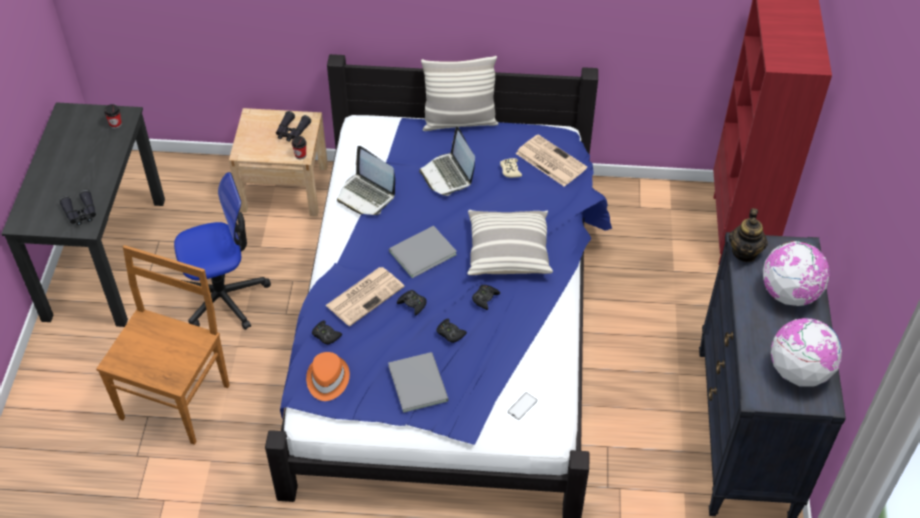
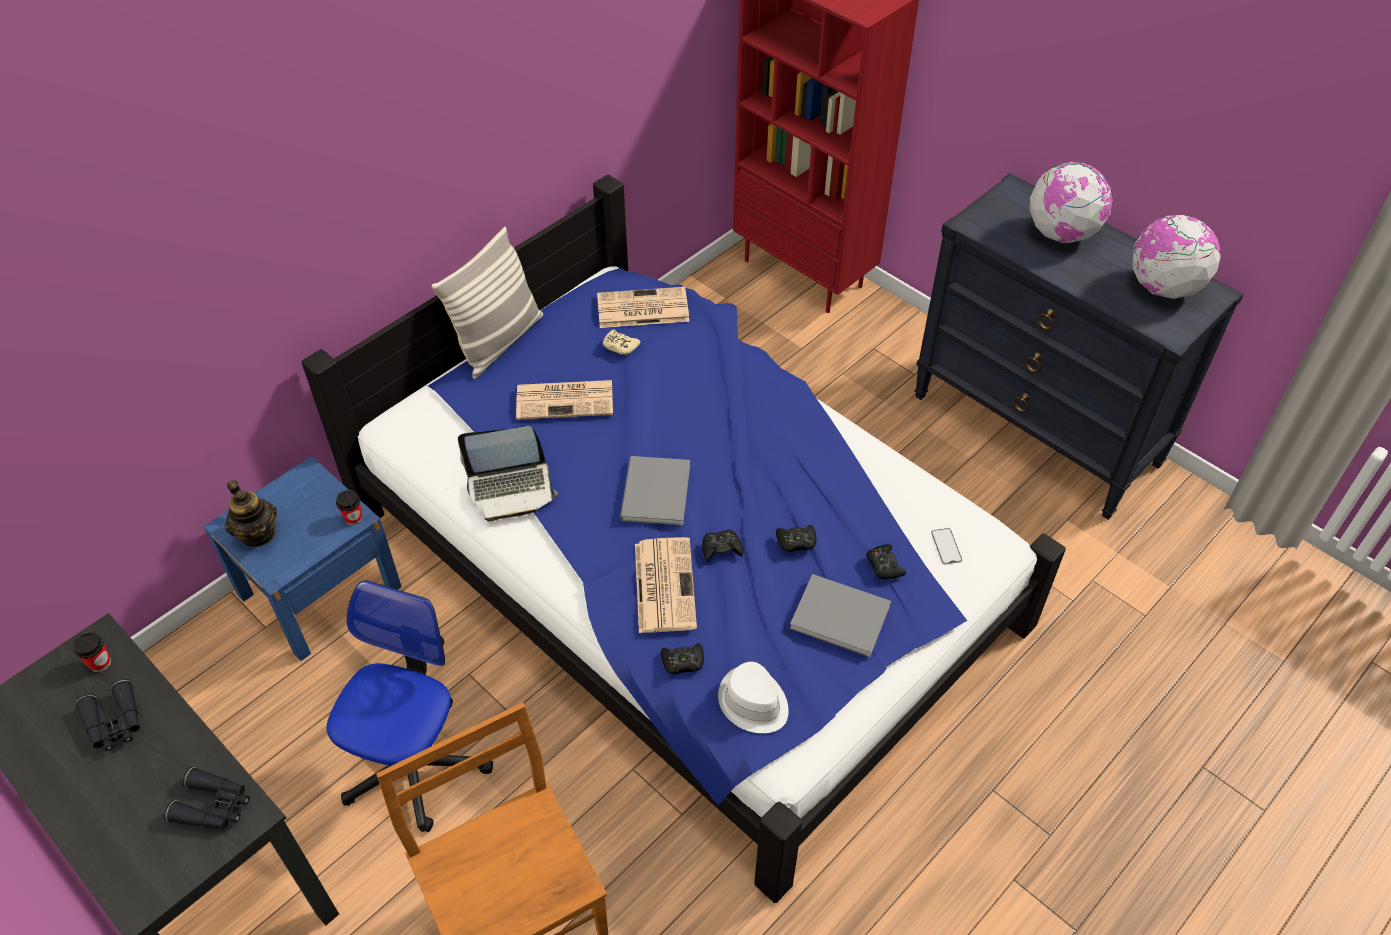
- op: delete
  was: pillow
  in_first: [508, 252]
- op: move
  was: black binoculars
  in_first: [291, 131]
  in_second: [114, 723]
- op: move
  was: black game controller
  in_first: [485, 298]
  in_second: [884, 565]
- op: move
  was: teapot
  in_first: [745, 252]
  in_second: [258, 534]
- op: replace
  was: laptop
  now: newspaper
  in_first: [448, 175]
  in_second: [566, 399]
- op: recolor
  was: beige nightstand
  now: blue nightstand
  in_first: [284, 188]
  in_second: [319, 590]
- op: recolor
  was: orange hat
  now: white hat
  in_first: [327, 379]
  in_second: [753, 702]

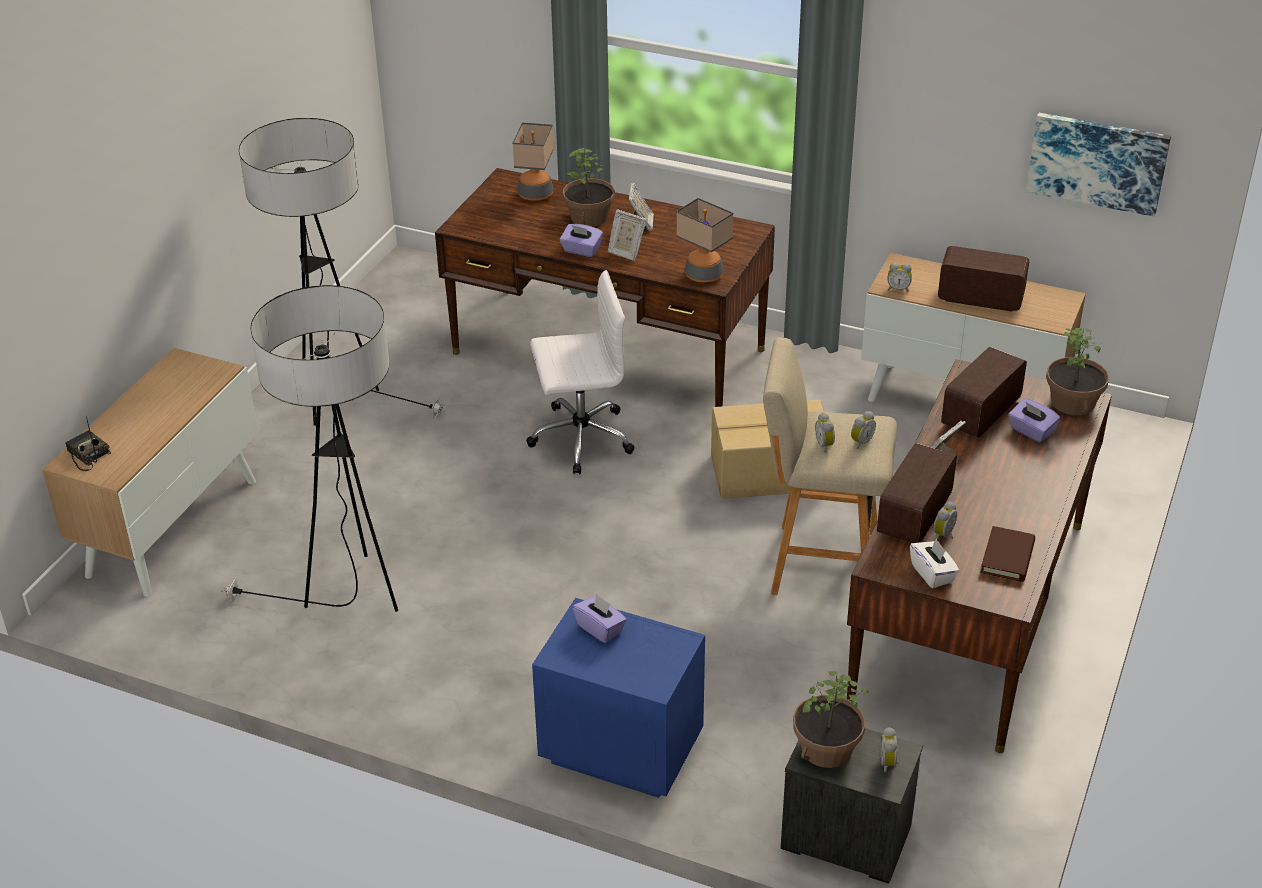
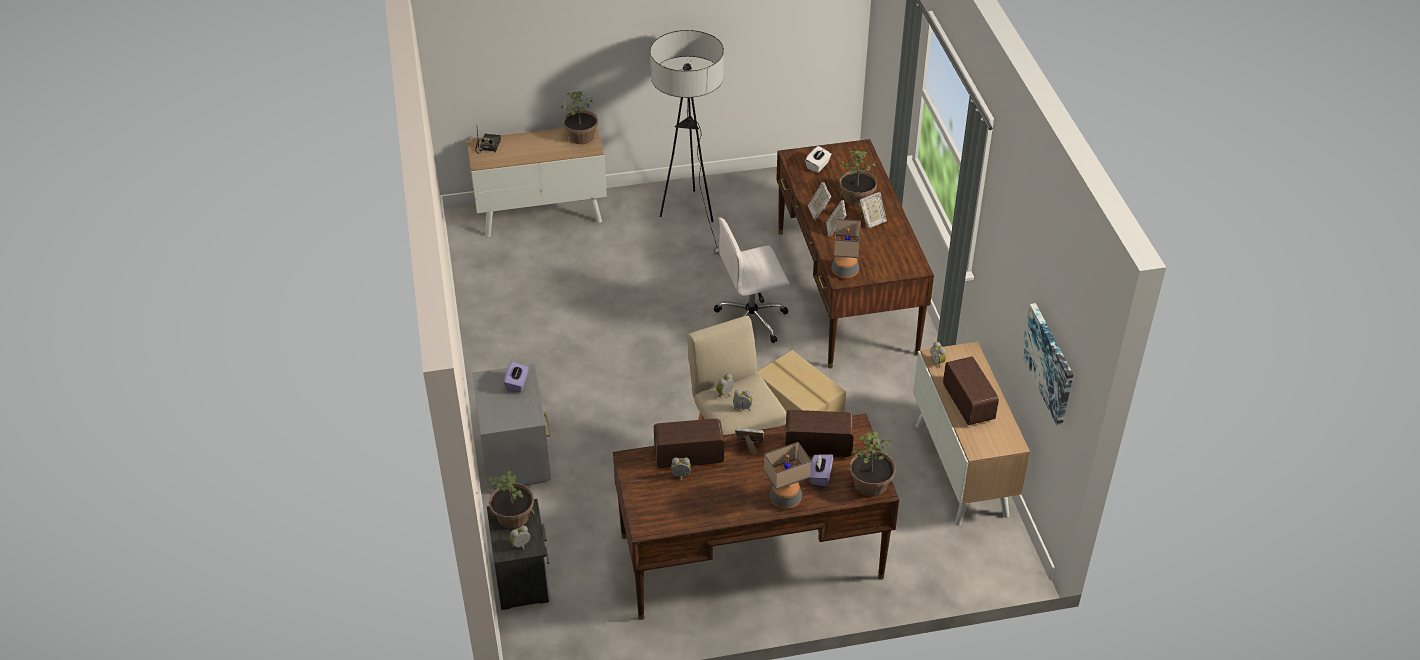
- op: delete
  was: floor lamp
  in_first: [350, 597]
- op: delete
  was: brown book
  in_first: [1007, 557]
- op: insert
  now: potted plant
  in_second: [581, 137]
- op: move
  was: table lamp
  in_first: [535, 194]
  in_second: [786, 498]
- op: move
  was: white tissue box
  in_first: [932, 574]
  in_second: [818, 166]
- op: replace
  was: purple tissue box
  now: picture frame
  in_first: [581, 250]
  in_second: [818, 212]
- op: recolor
  was: blue nightstand
  now: grey nightstand
  in_first: [620, 749]
  in_second: [517, 458]
- op: rotate
  was: white office chair
  in_first: [579, 438]
  in_second: [752, 319]
  clockwise: 120

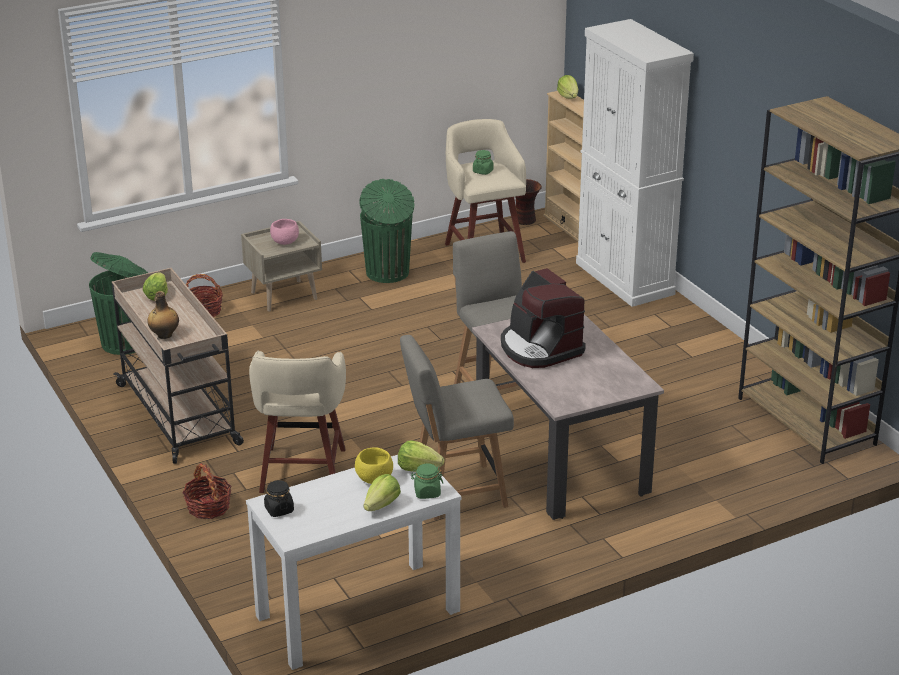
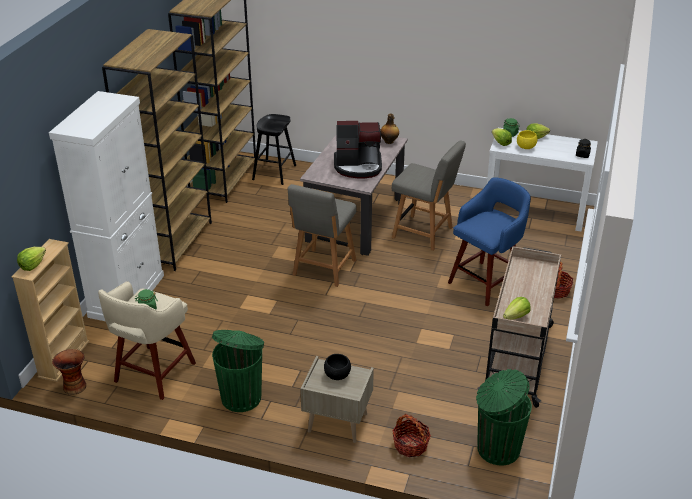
- op: insert
  now: brown bookcase
  in_second: [173, 242]
- op: insert
  now: black stool
  in_second: [274, 172]
- op: move
  was: bottle
  in_first: [164, 335]
  in_second: [389, 142]
- op: recolor
  was: beige stool
  now: blue stool
  in_first: [302, 472]
  in_second: [486, 282]
- op: recolor
  was: pink bowl
  now: black bowl
  in_first: [285, 242]
  in_second: [337, 376]
- op: rotate
  was: coffee machine
  in_first: [539, 348]
  in_second: [358, 166]
  clockwise: 75

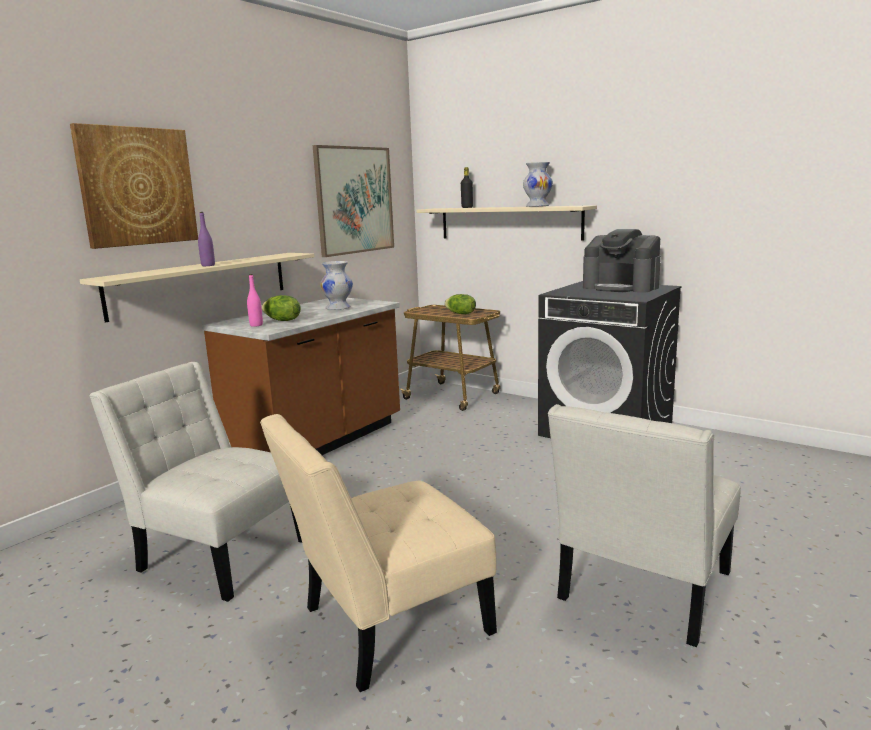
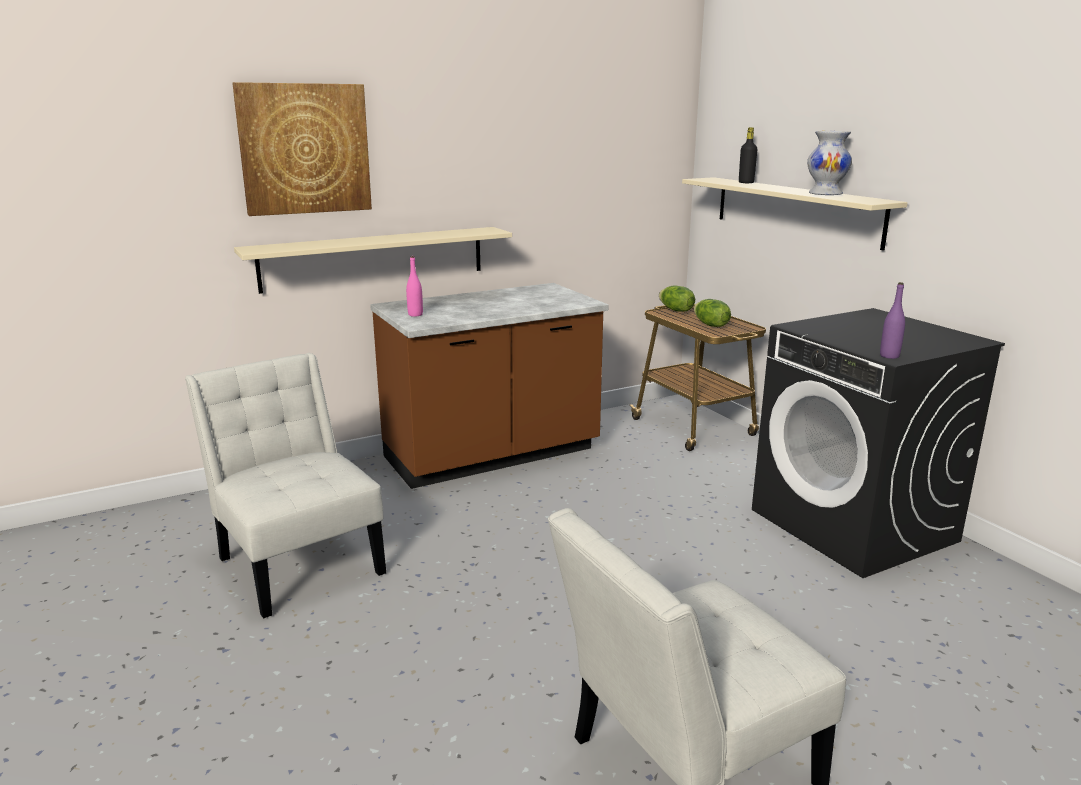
- op: delete
  was: beige chair
  in_first: [386, 625]
- op: delete
  was: picture
  in_first: [354, 200]
- op: delete
  was: white vase
  in_first: [338, 308]
- op: delete
  was: coffee machine
  in_first: [621, 287]
- op: move
  was: purple bottle
  in_first: [208, 265]
  in_second: [889, 356]
- op: move
  was: lettuce
  in_first: [282, 320]
  in_second: [675, 310]

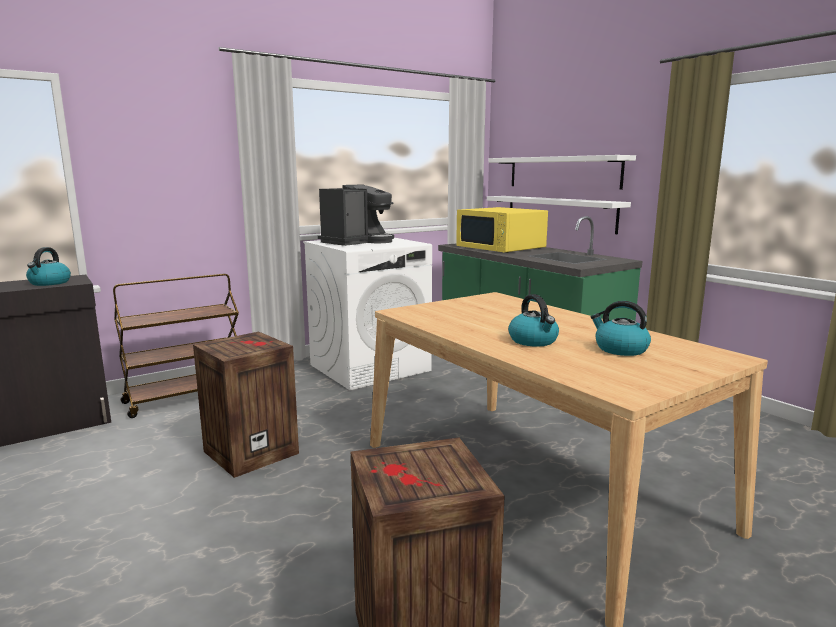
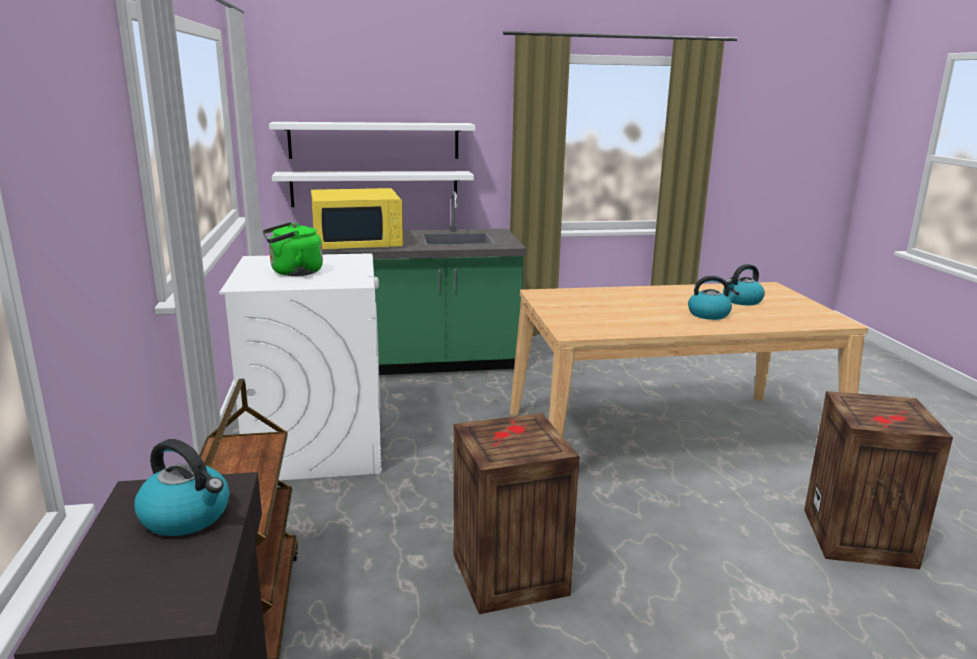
- op: replace
  was: coffee machine
  now: green kettle
  in_first: [357, 242]
  in_second: [293, 272]

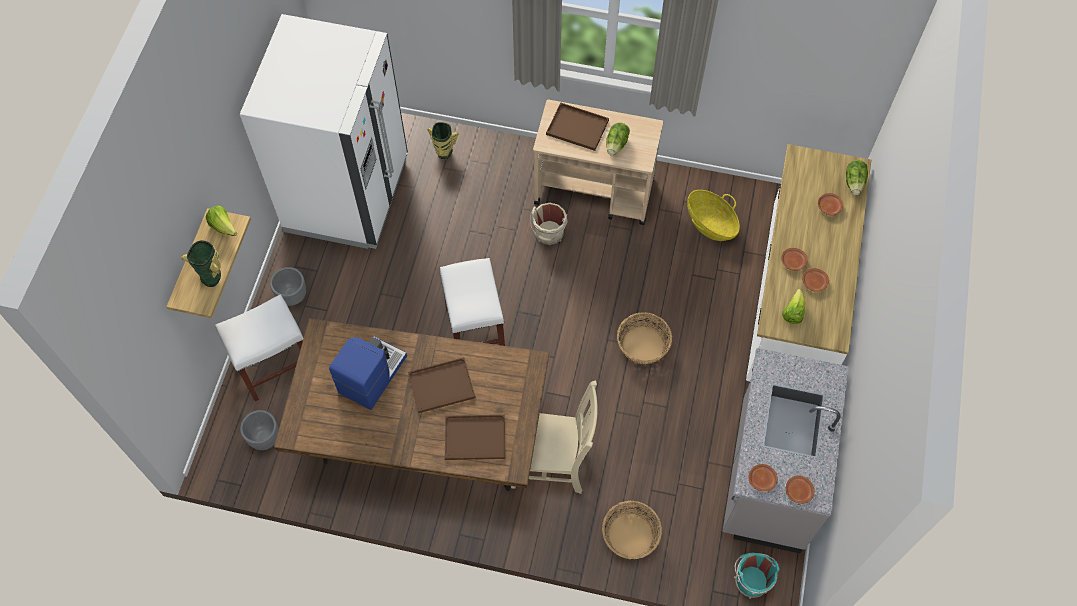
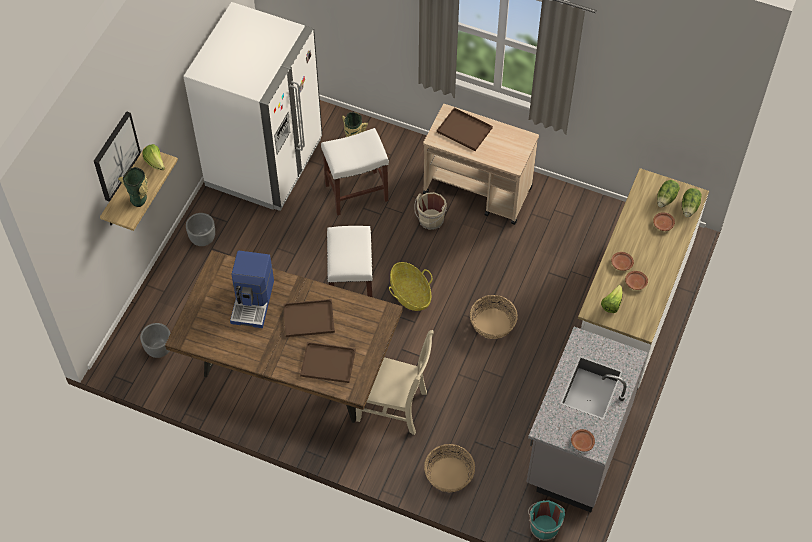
- op: delete
  was: brown plate
  in_first: [762, 479]
- op: insert
  now: picture
  in_second: [115, 156]
- op: move
  was: white stool
  in_first: [276, 366]
  in_second: [357, 192]
- op: move
  was: lettuce
  in_first: [617, 144]
  in_second: [666, 198]
- op: move
  was: basket
  in_first: [710, 223]
  in_second: [410, 294]
- op: rotate
  was: coffee machine
  in_first: [371, 374]
  in_second: [253, 301]
  clockwise: 150

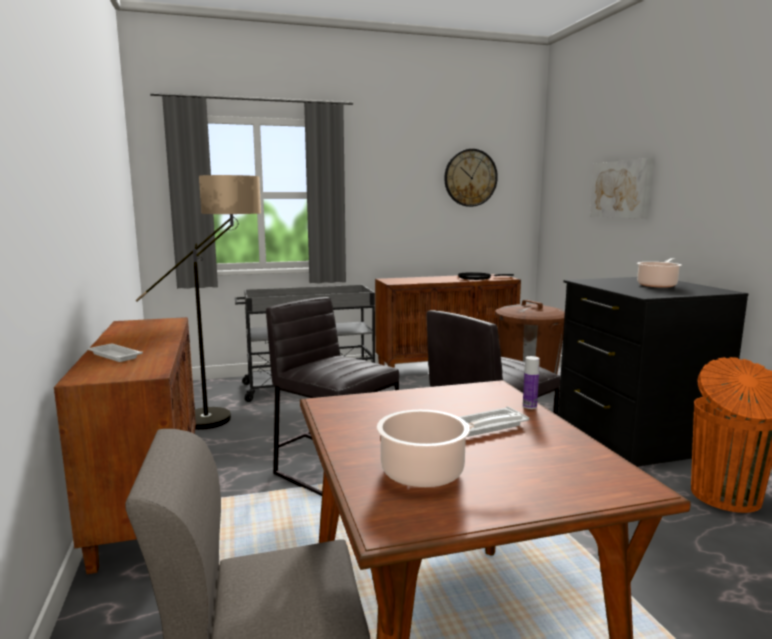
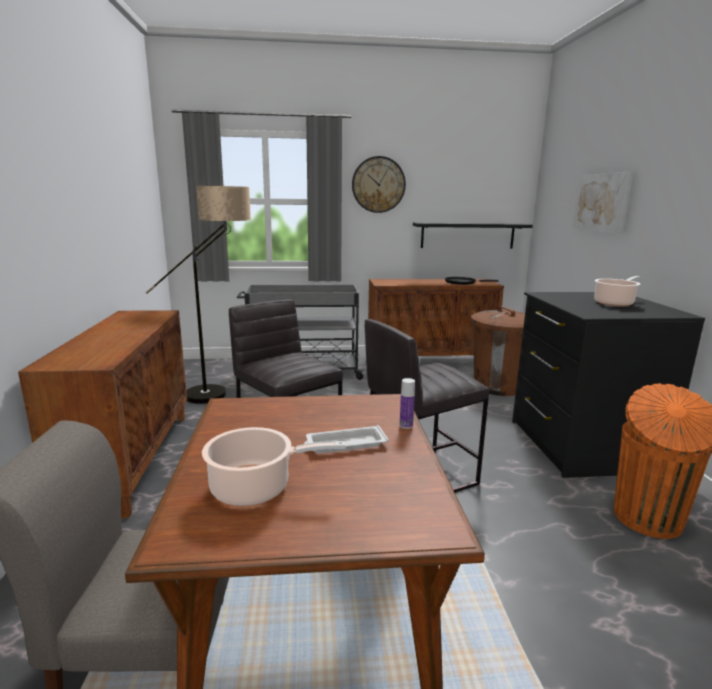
- op: delete
  was: white tray
  in_first: [114, 356]
- op: insert
  now: black shelf
  in_second: [467, 235]
- op: move
  was: wall clock
  in_first: [470, 178]
  in_second: [378, 184]

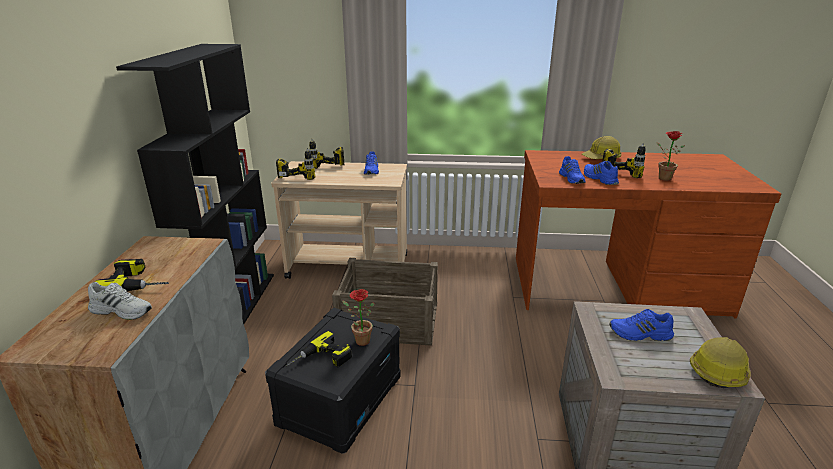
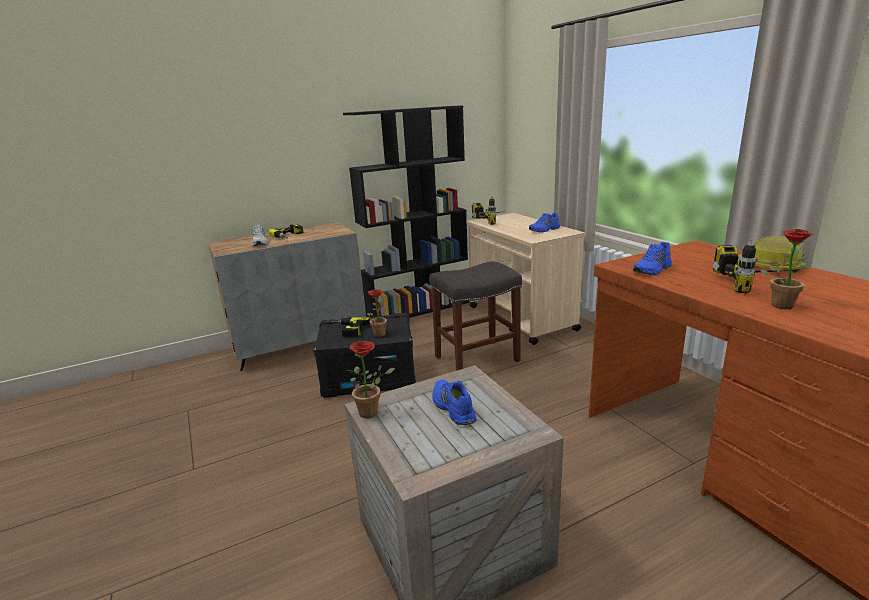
- op: delete
  was: power drill
  in_first: [327, 171]
- op: delete
  was: blue shoe
  in_first: [599, 178]
- op: delete
  was: hard hat
  in_first: [719, 370]
- op: insert
  now: potted plant
  in_second: [373, 412]
- op: replace
  was: crate
  now: grey stool
  in_first: [389, 320]
  in_second: [476, 359]

